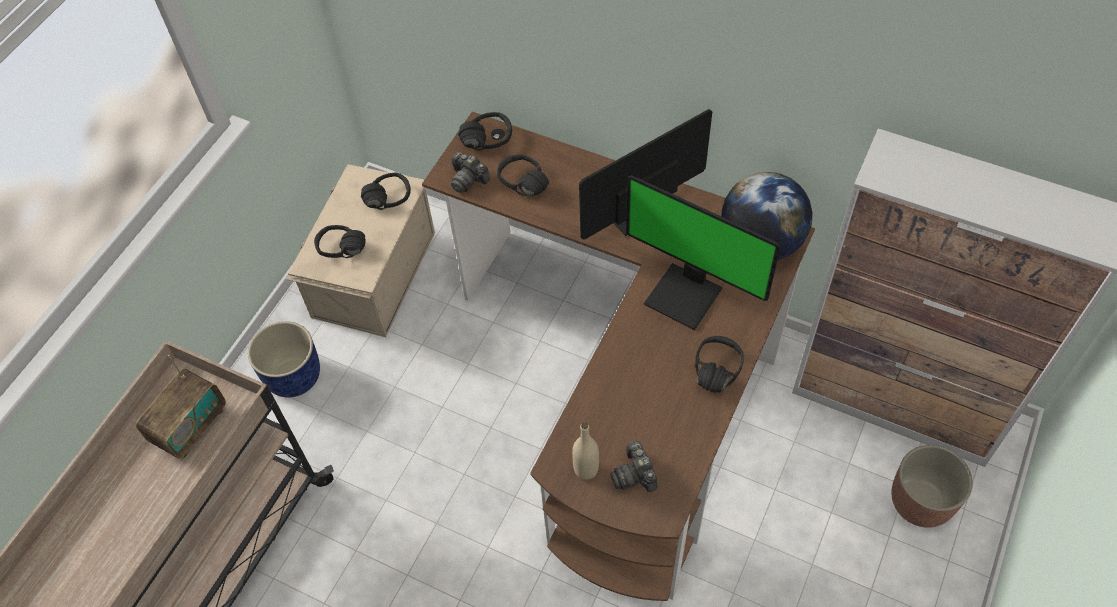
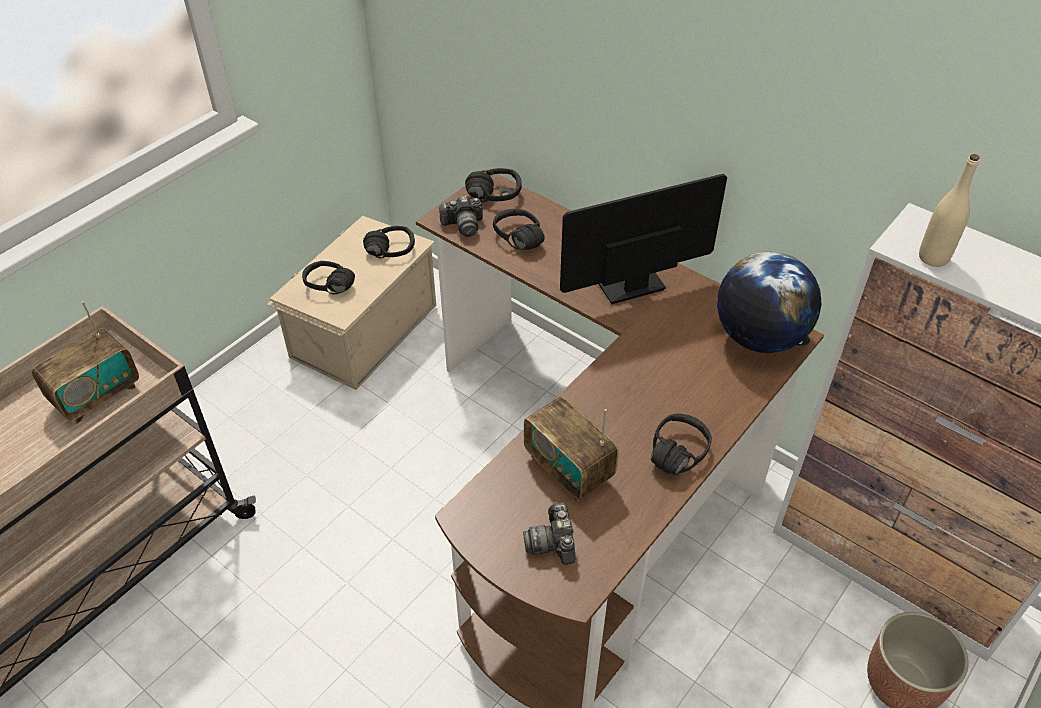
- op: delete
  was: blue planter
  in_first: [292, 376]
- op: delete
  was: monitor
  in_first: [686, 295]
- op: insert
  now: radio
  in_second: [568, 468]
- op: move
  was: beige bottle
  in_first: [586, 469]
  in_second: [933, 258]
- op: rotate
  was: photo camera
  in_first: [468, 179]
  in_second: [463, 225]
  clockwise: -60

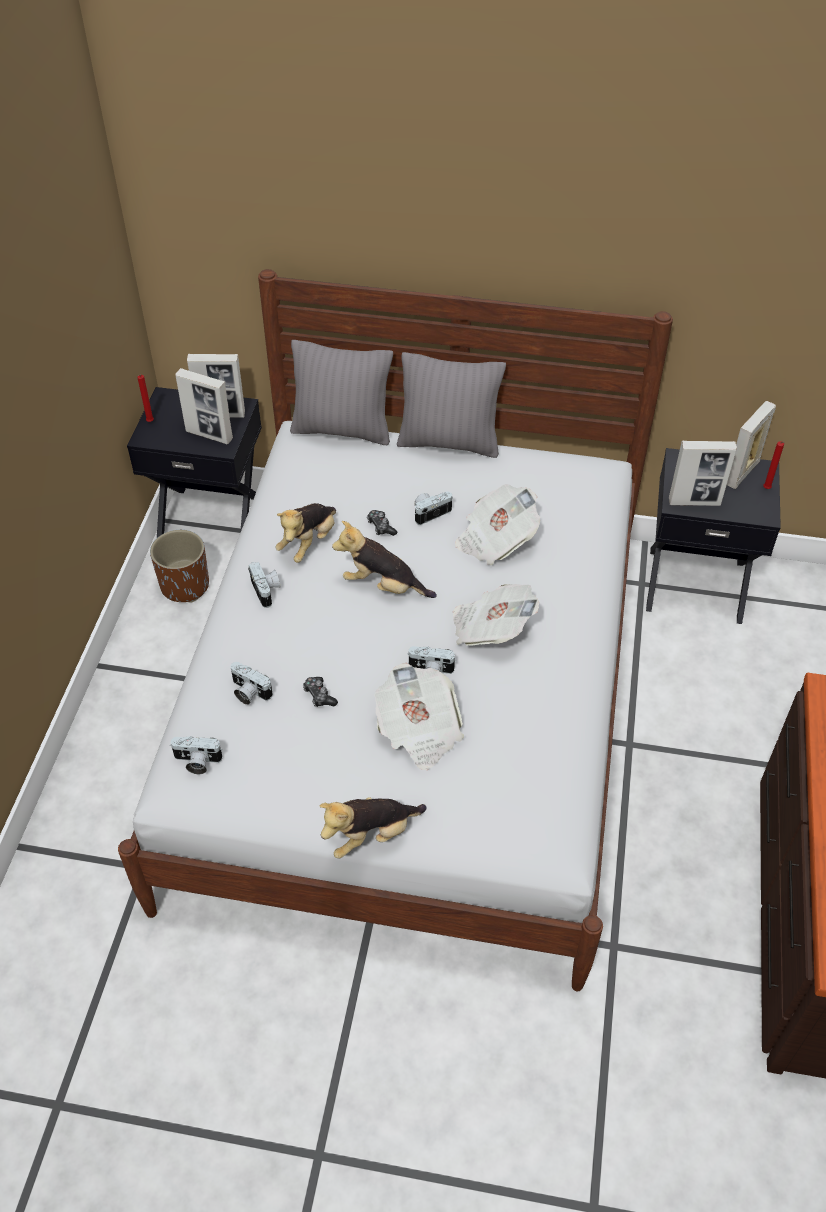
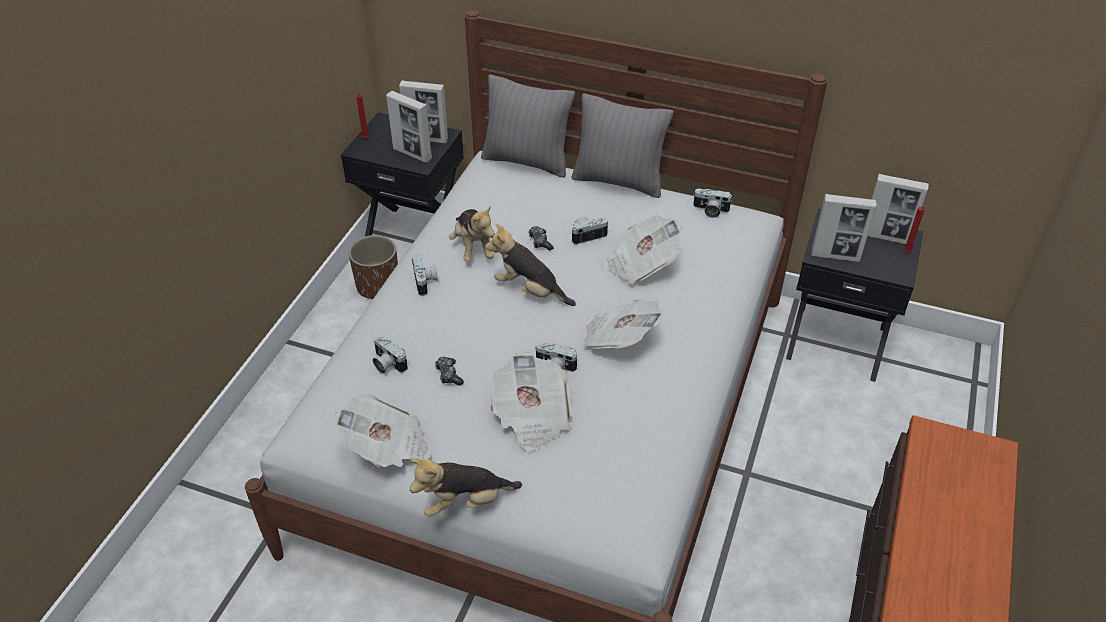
- op: insert
  now: newspaper
  in_second: [388, 447]
- op: move
  was: photo camera
  in_first: [197, 762]
  in_second: [710, 210]
- op: rotate
  was: plush toy
  in_first: [309, 543]
  in_second: [473, 247]
  clockwise: -60
- op: rotate
  was: picture frame
  in_first: [742, 473]
  in_second: [885, 237]
  clockwise: -120

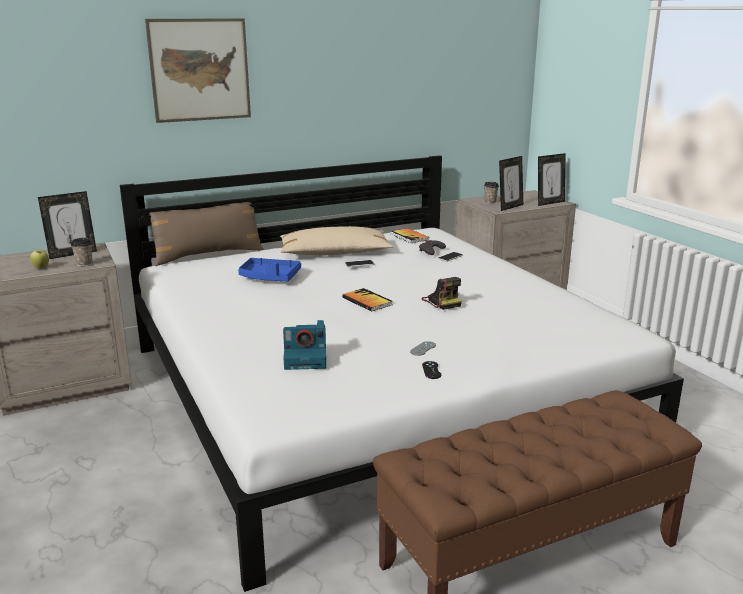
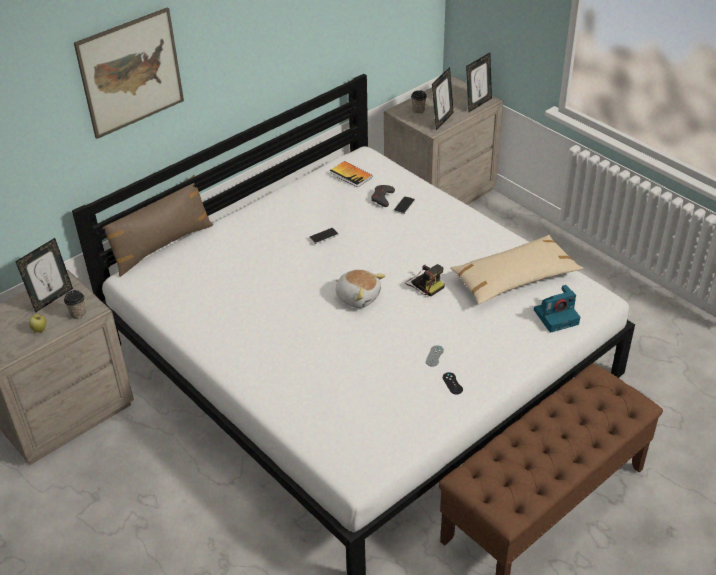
- op: delete
  was: blue tray
  in_first: [269, 278]
- op: move
  was: beige pillow
  in_first: [334, 253]
  in_second: [514, 279]
- op: move
  was: photo camera
  in_first: [307, 358]
  in_second: [556, 316]
- op: replace
  was: book
  now: plush toy
  in_first: [367, 301]
  in_second: [358, 296]

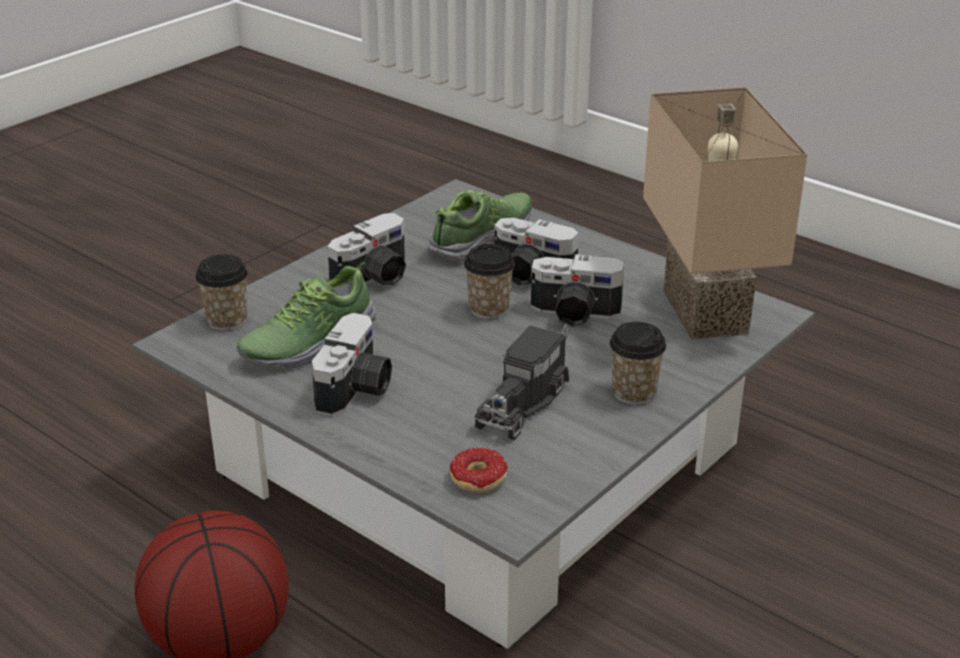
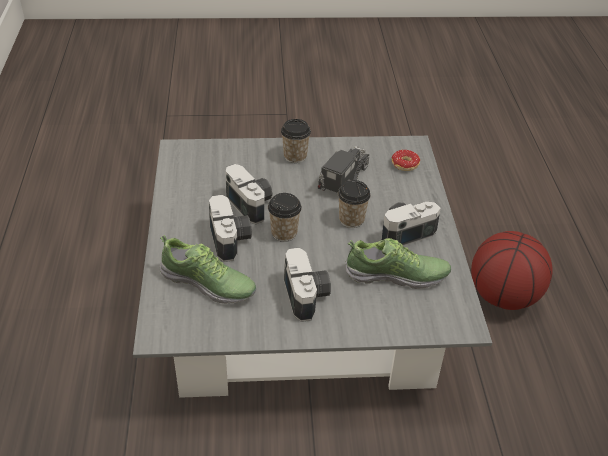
- op: delete
  was: beige table lamp
  in_first: [699, 312]
- op: move
  was: cup
  in_first: [227, 321]
  in_second: [351, 220]
- op: rotate
  was: photo camera
  in_first: [375, 278]
  in_second: [308, 295]
  clockwise: 75
- op: rotate
  was: shoe
  in_first: [482, 238]
  in_second: [208, 284]
  clockwise: -150
- op: rotate
  was: toy truck
  in_first: [523, 402]
  in_second: [343, 180]
  clockwise: -45

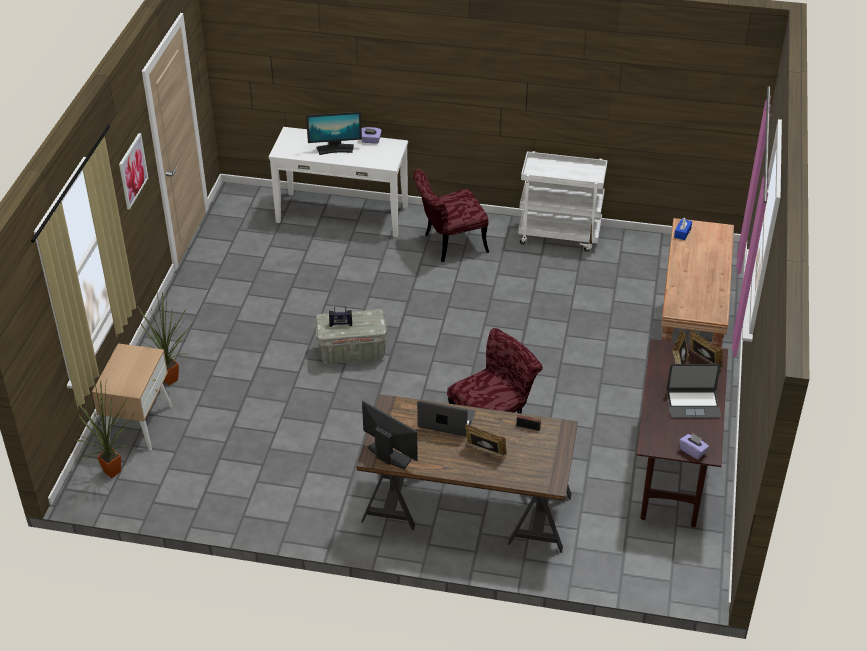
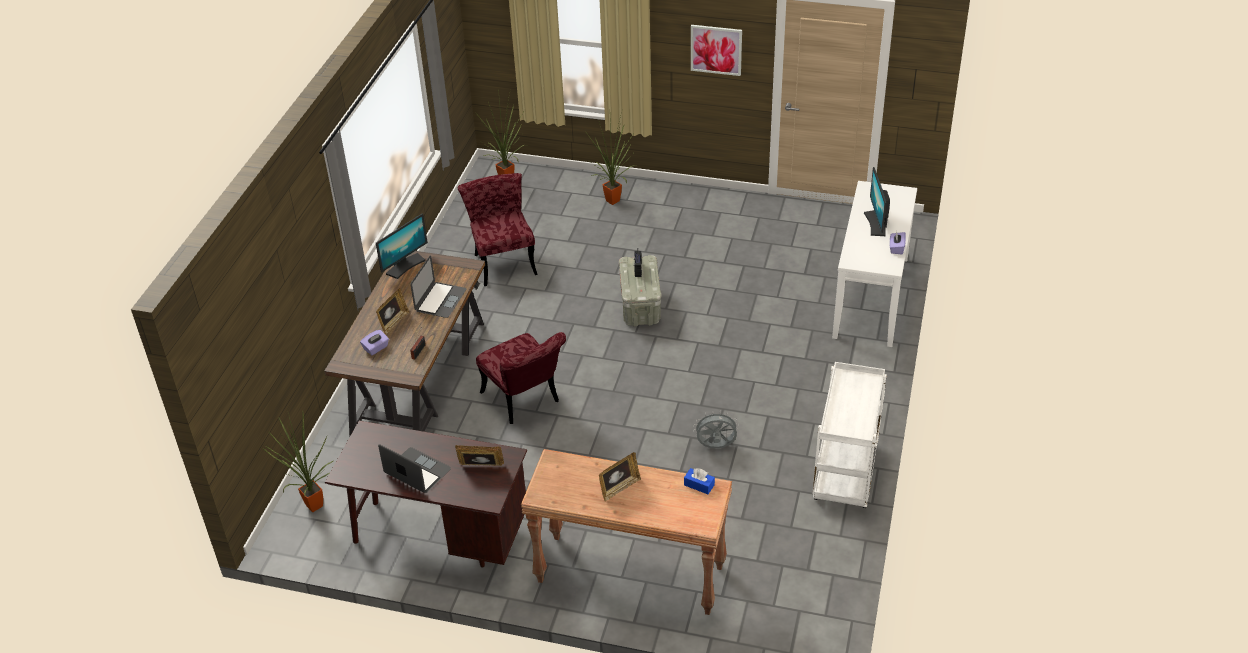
- op: delete
  was: beige nightstand
  in_first: [139, 424]
- op: insert
  now: potted plant
  in_second: [311, 507]
- op: insert
  now: grey fan
  in_second: [716, 447]
- op: move
  was: red chair
  in_first: [449, 244]
  in_second: [503, 260]
- op: move
  was: purple tissue box
  in_first: [692, 451]
  in_second: [376, 348]
- op: move
  was: picture frame
  in_first: [703, 360]
  in_second: [619, 488]
- op: rotate
  was: laptop
  in_first: [693, 404]
  in_second: [417, 471]
  clockwise: 120

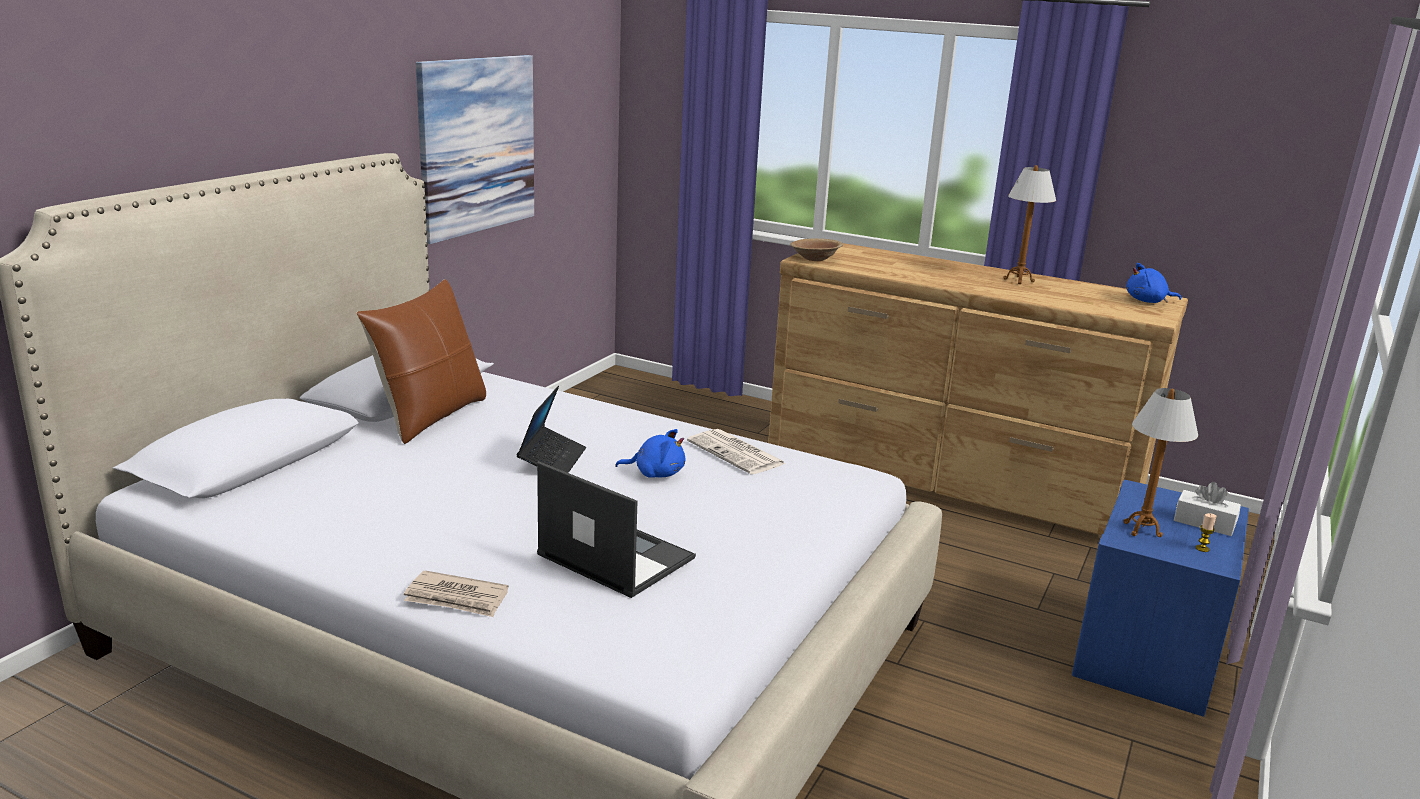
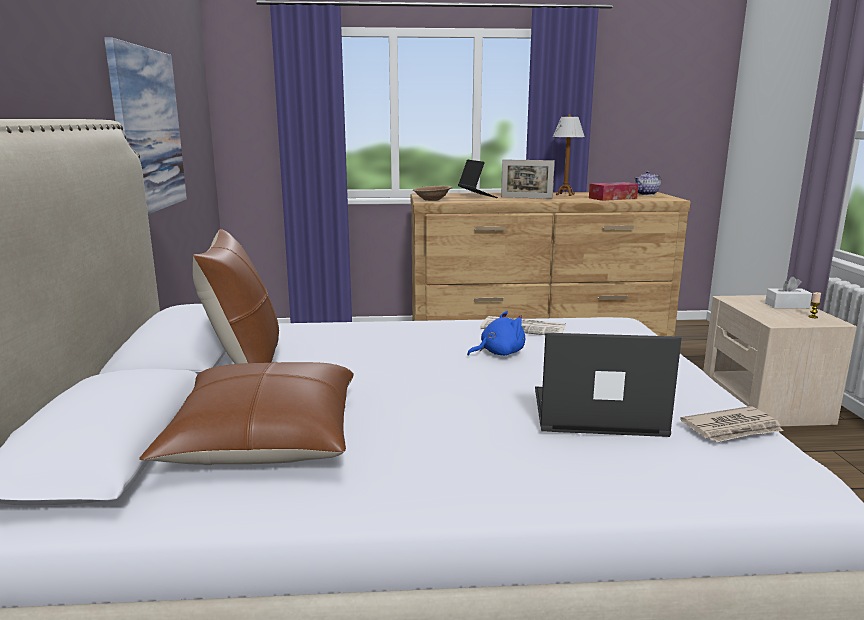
- op: delete
  was: table lamp
  in_first: [1142, 530]
- op: insert
  now: brown pillow
  in_second: [264, 439]
- op: insert
  now: picture frame
  in_second: [526, 198]
- op: insert
  now: tissue box
  in_second: [612, 198]
- op: move
  was: newspaper
  in_first: [457, 598]
  in_second: [733, 429]
- op: move
  was: laptop
  in_first: [552, 460]
  in_second: [477, 196]
- op: replace
  was: blue plush toy
  now: teapot
  in_first: [1148, 301]
  in_second: [646, 194]
- op: recolor
  was: blue nightstand
  now: beige nightstand
  in_first: [1146, 653]
  in_second: [764, 402]

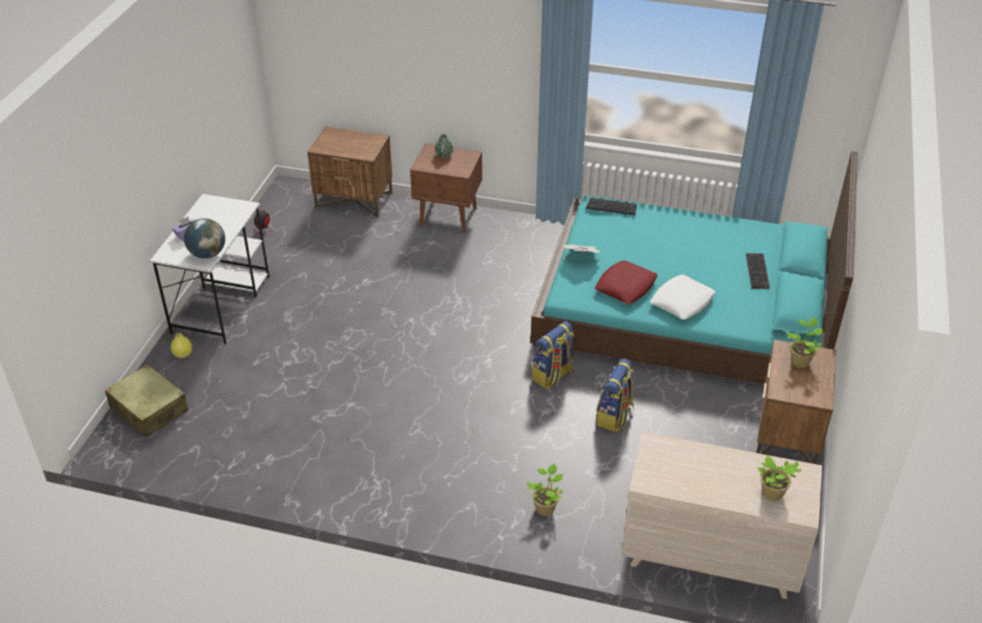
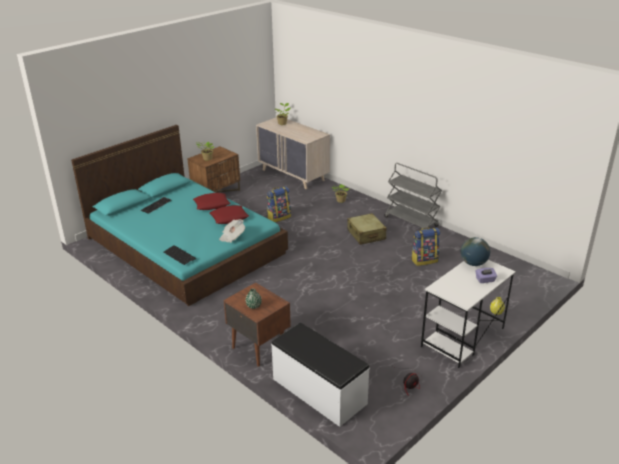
- op: insert
  now: grey cart
  in_second: [411, 221]
- op: move
  was: beige suitcase
  in_first: [149, 409]
  in_second: [366, 235]
- op: move
  was: backpack
  in_first: [553, 376]
  in_second: [424, 260]
- op: replace
  was: brown nightstand
  now: white bench
  in_first: [354, 200]
  in_second: [318, 391]
- op: recolor
  was: white pillow
  now: red pillow
  in_first: [682, 301]
  in_second: [211, 205]

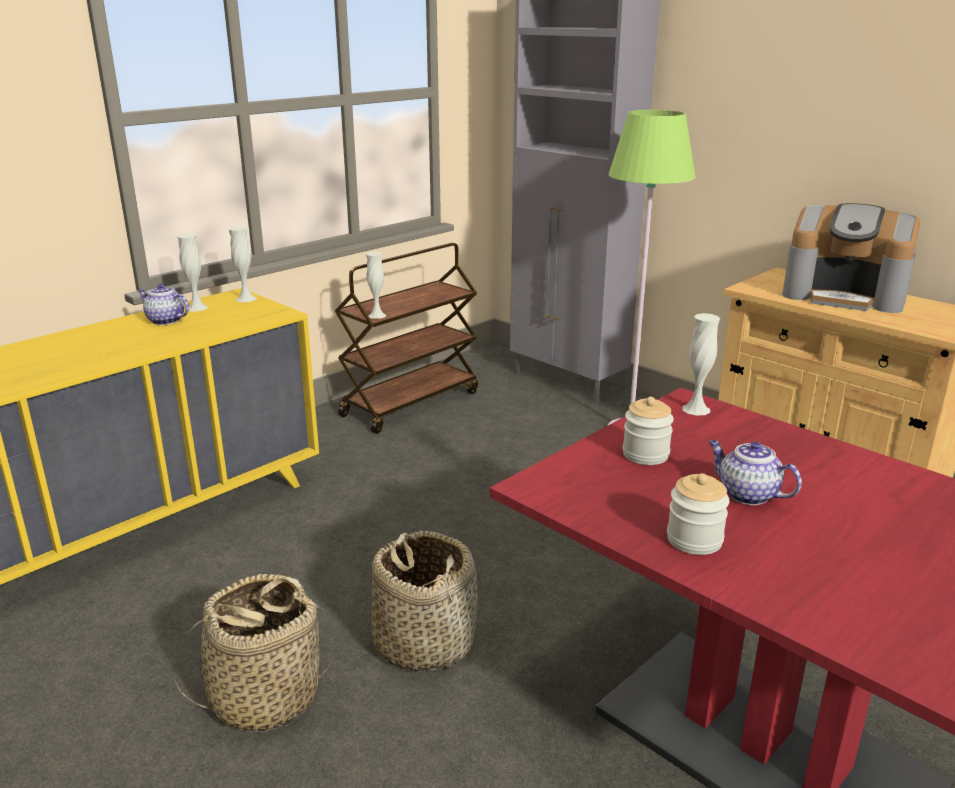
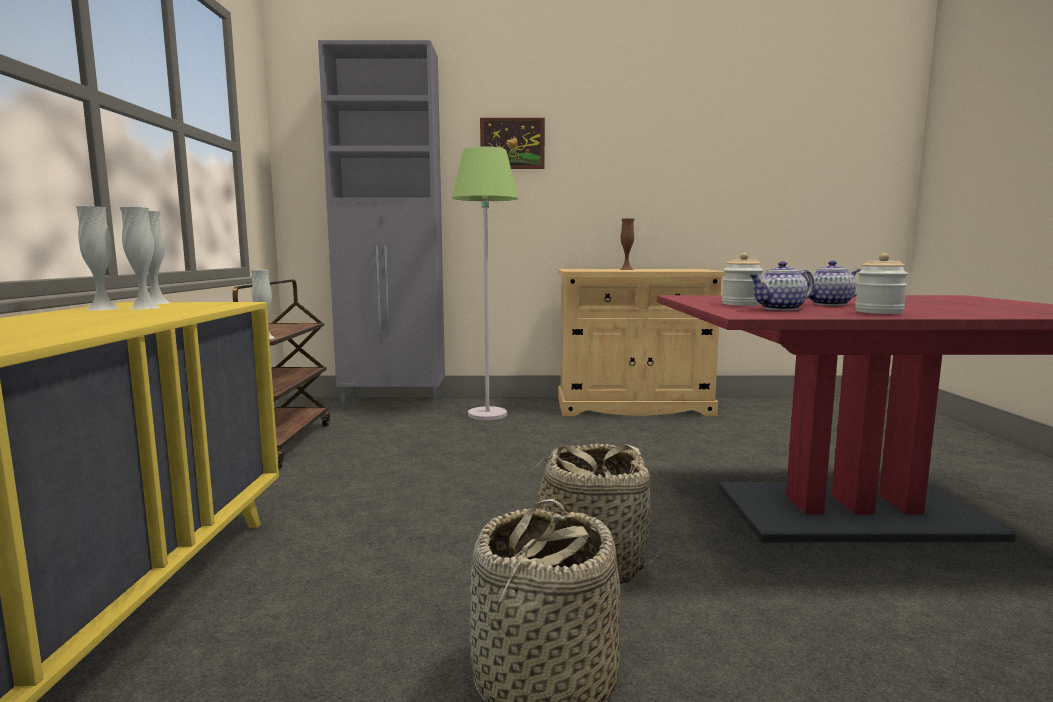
- op: insert
  now: picture
  in_second: [512, 143]
- op: move
  was: teapot
  in_first: [165, 320]
  in_second: [779, 309]
- op: move
  was: white vase
  in_first: [696, 409]
  in_second: [144, 308]
- op: replace
  was: coffee machine
  now: brown vase
  in_first: [844, 295]
  in_second: [626, 269]

